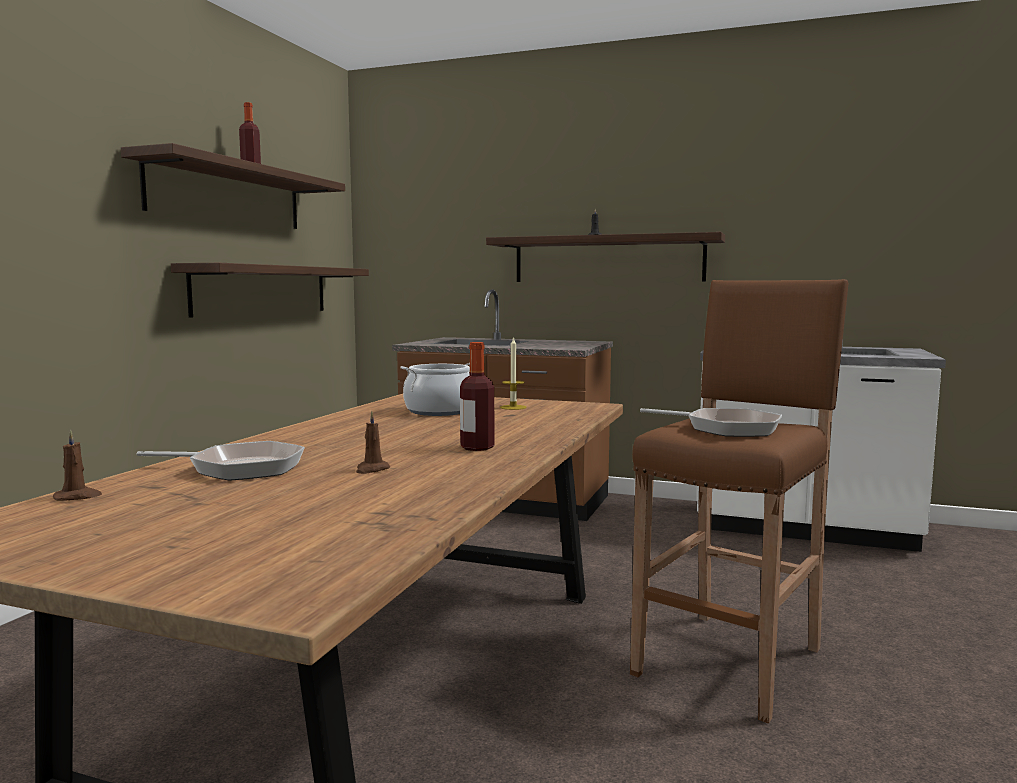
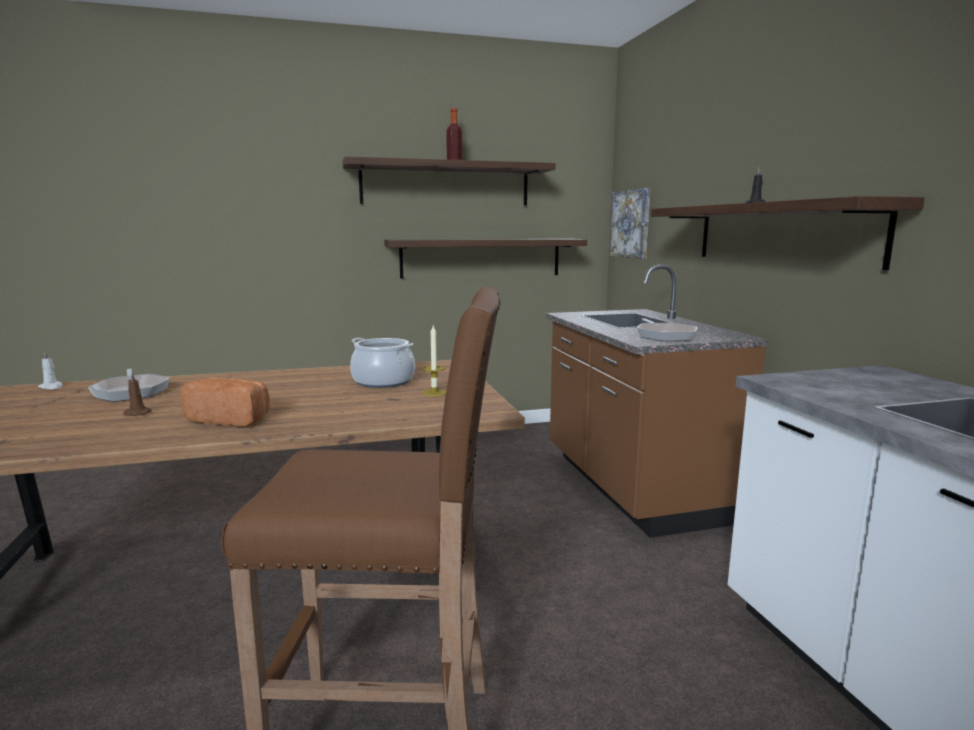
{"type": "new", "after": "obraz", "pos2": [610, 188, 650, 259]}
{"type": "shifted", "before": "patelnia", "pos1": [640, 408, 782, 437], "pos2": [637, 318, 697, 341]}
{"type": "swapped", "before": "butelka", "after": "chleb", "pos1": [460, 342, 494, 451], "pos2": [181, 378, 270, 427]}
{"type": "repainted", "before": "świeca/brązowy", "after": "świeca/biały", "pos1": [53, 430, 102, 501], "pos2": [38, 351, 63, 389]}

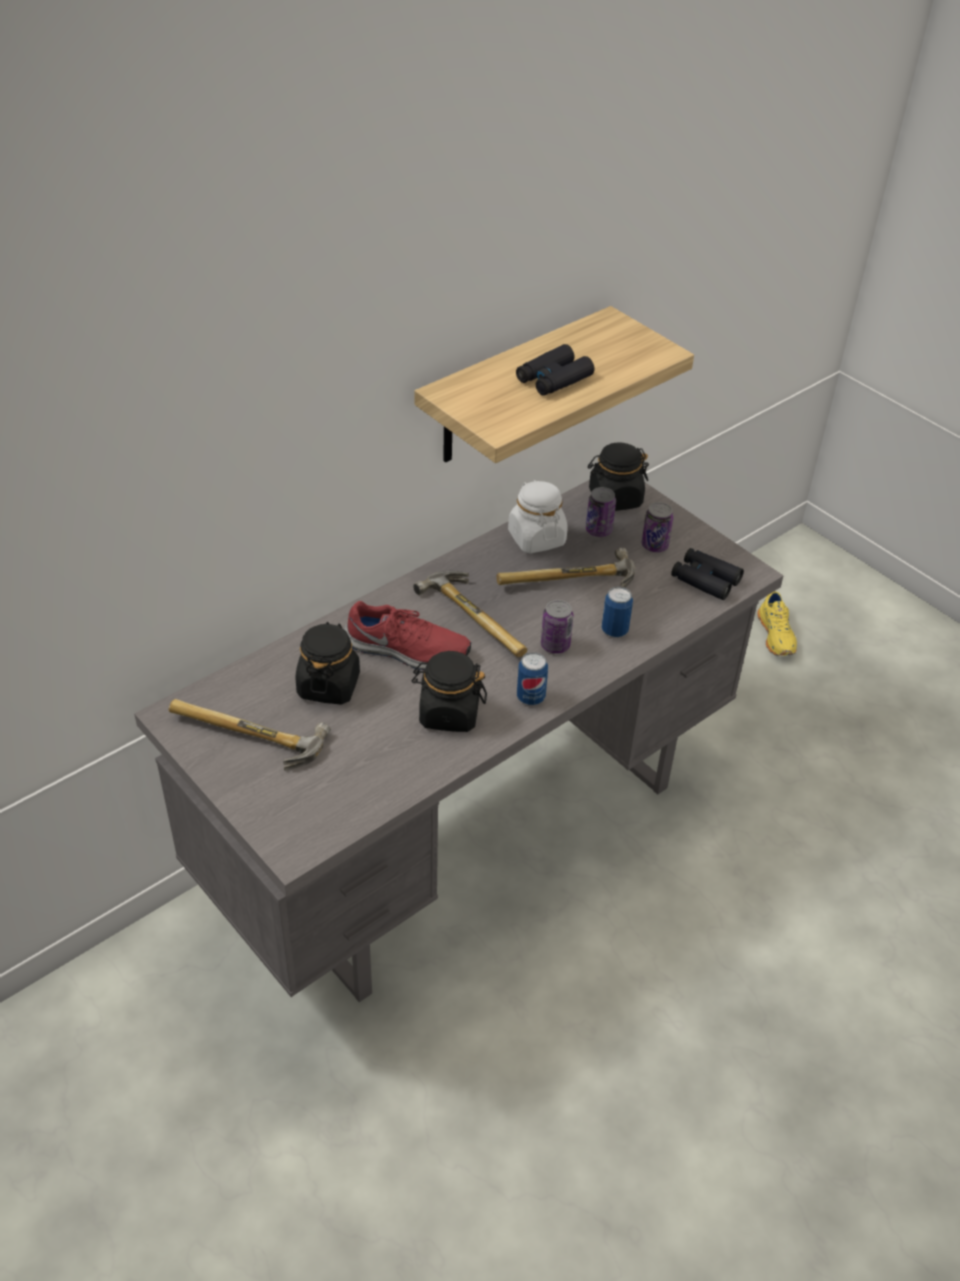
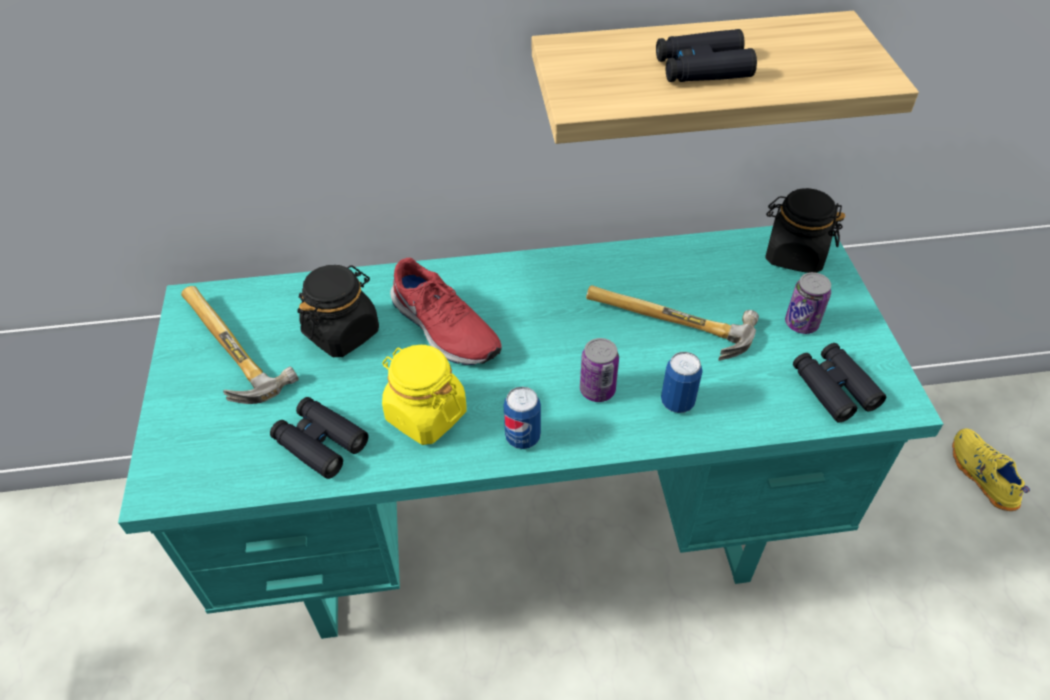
{"type": "gone", "before": "młotek", "pos1": [413, 571, 527, 657]}
{"type": "gone", "before": "słoik/biały", "pos1": [508, 480, 568, 554]}
{"type": "gone", "before": "puszka", "pos1": [586, 487, 616, 537]}
{"type": "new", "after": "lornetka/czarny", "pos2": [270, 397, 368, 479]}
{"type": "repainted", "before": "biurko/szary", "after": "biurko/turkusowy", "pos1": [134, 480, 784, 1002], "pos2": [118, 226, 943, 639]}
{"type": "repainted", "before": "słoik/czarny", "after": "słoik/żółty", "pos1": [412, 651, 487, 732], "pos2": [382, 345, 467, 445]}
{"type": "rotated", "before": "but/żółty", "pos1": [757, 591, 797, 656], "pos2": [952, 428, 1030, 511], "turn": 135}

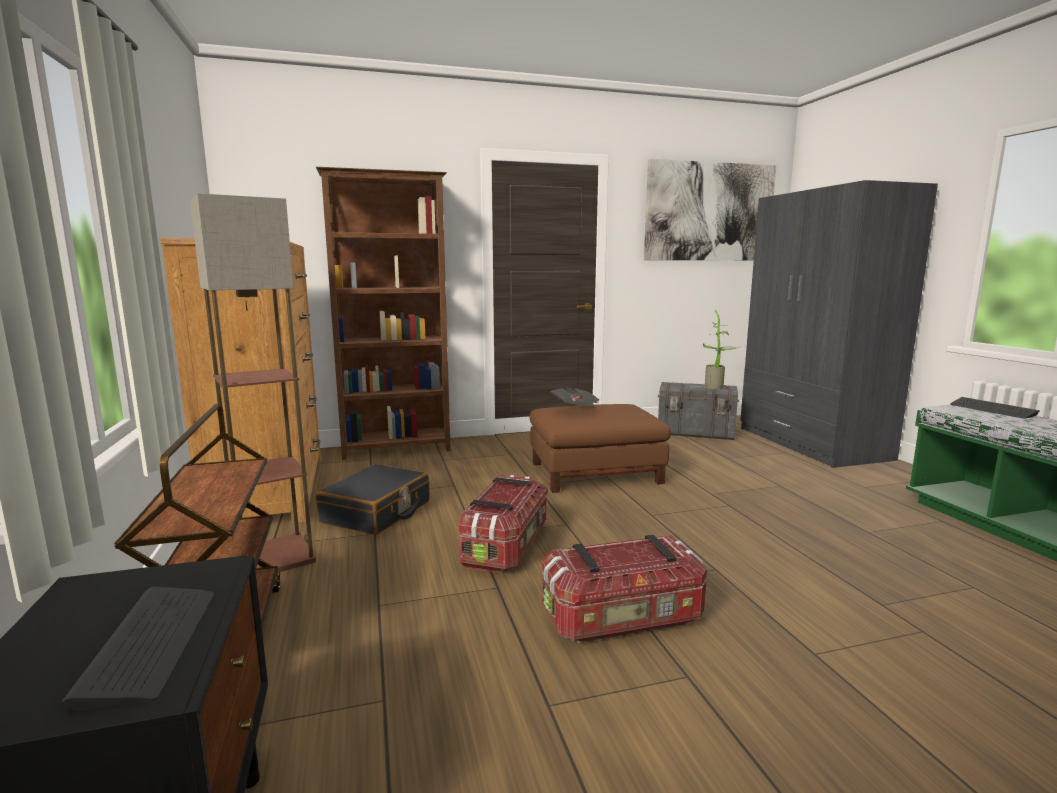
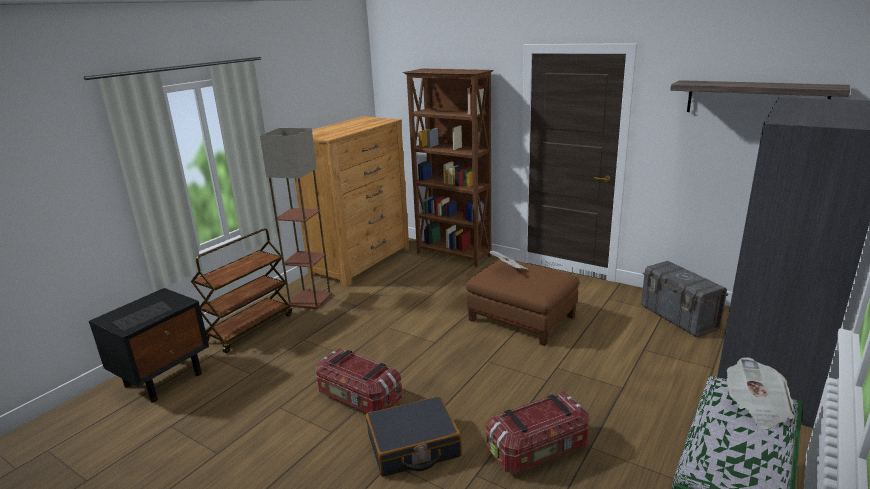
{"type": "gone", "before": "roślina doniczkowa", "pos1": [703, 310, 739, 390]}
{"type": "shifted", "before": "walizka/czarny", "pos1": [315, 464, 430, 535], "pos2": [366, 396, 462, 477]}
{"type": "shifted", "before": "pojemnik do przechowywania", "pos1": [459, 475, 548, 573], "pos2": [486, 392, 589, 474]}
{"type": "swapped", "before": "obraz", "after": "półka", "pos1": [644, 159, 776, 260], "pos2": [670, 80, 850, 112]}
{"type": "swapped", "before": "klawiatura", "after": "gazeta", "pos1": [950, 397, 1040, 419], "pos2": [727, 357, 794, 429]}

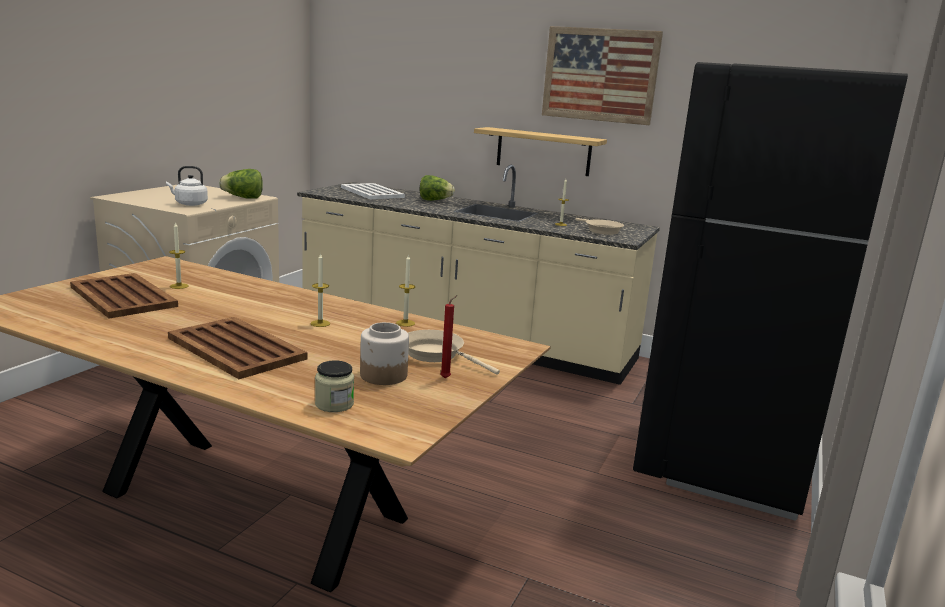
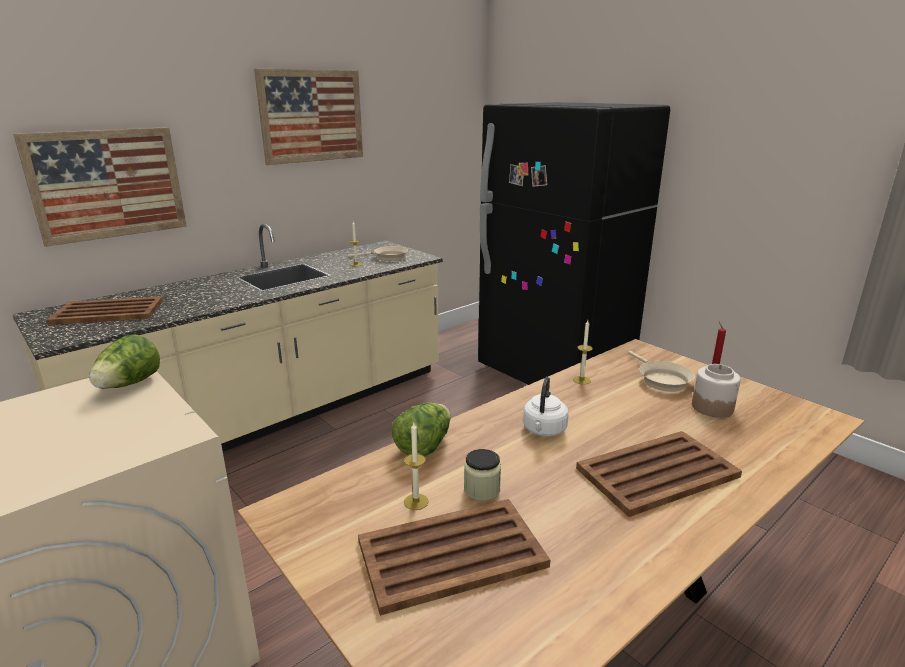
{"type": "gone", "before": "świeca", "pos1": [310, 253, 330, 327]}
{"type": "gone", "before": "półka", "pos1": [474, 127, 607, 176]}
{"type": "new", "after": "obraz", "pos2": [13, 127, 187, 247]}
{"type": "shifted", "before": "czajnik/biały", "pos1": [166, 166, 208, 206], "pos2": [523, 377, 569, 437]}
{"type": "shifted", "before": "słoik", "pos1": [315, 361, 354, 412], "pos2": [464, 449, 501, 501]}
{"type": "shifted", "before": "sałata", "pos1": [420, 175, 455, 201], "pos2": [392, 403, 451, 456]}
{"type": "repainted", "before": "taca/biały", "after": "taca/brązowy", "pos1": [341, 183, 405, 199], "pos2": [46, 296, 163, 325]}
{"type": "rotated", "before": "patelnia/beżowy", "pos1": [408, 330, 500, 375], "pos2": [628, 351, 695, 392], "turn": -75}

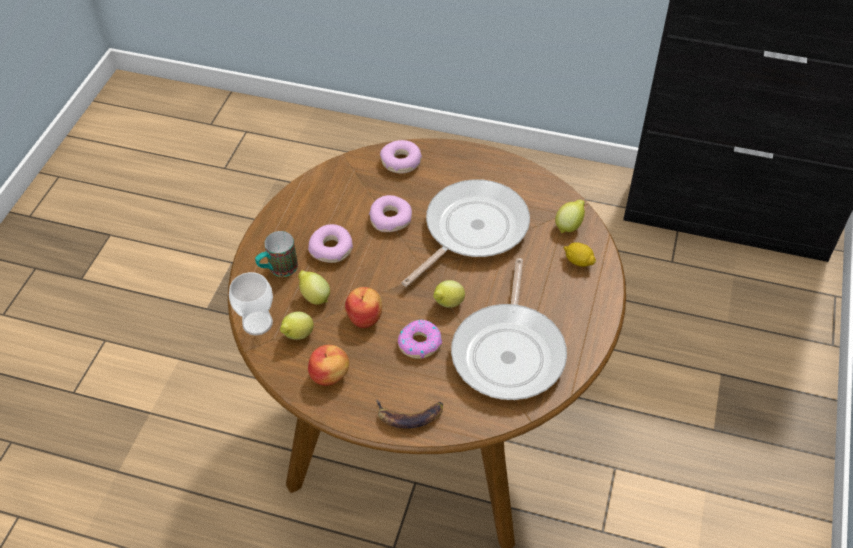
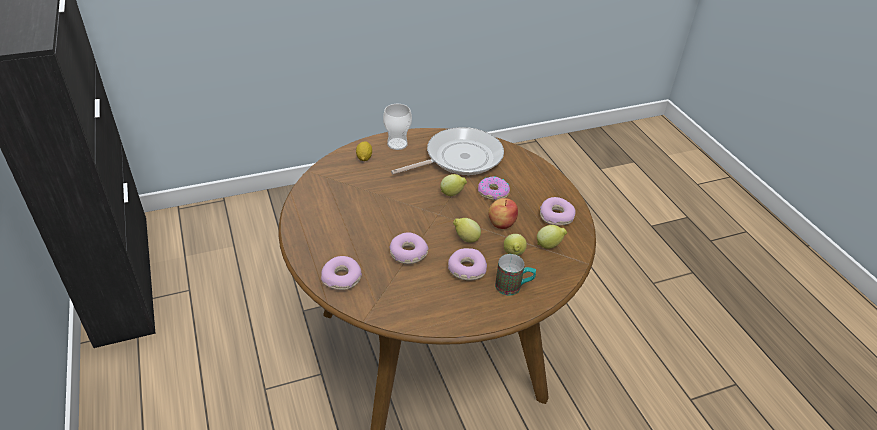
{"type": "gone", "before": "banan", "pos1": [376, 399, 443, 429]}
{"type": "gone", "before": "patelnia", "pos1": [402, 179, 530, 287]}
{"type": "shifted", "before": "filiżanka", "pos1": [229, 272, 273, 335], "pos2": [383, 104, 412, 150]}
{"type": "shifted", "before": "cytryna", "pos1": [555, 200, 585, 233], "pos2": [453, 218, 481, 243]}
{"type": "swapped", "before": "jabłko", "after": "donut", "pos1": [308, 345, 349, 386], "pos2": [540, 197, 576, 226]}

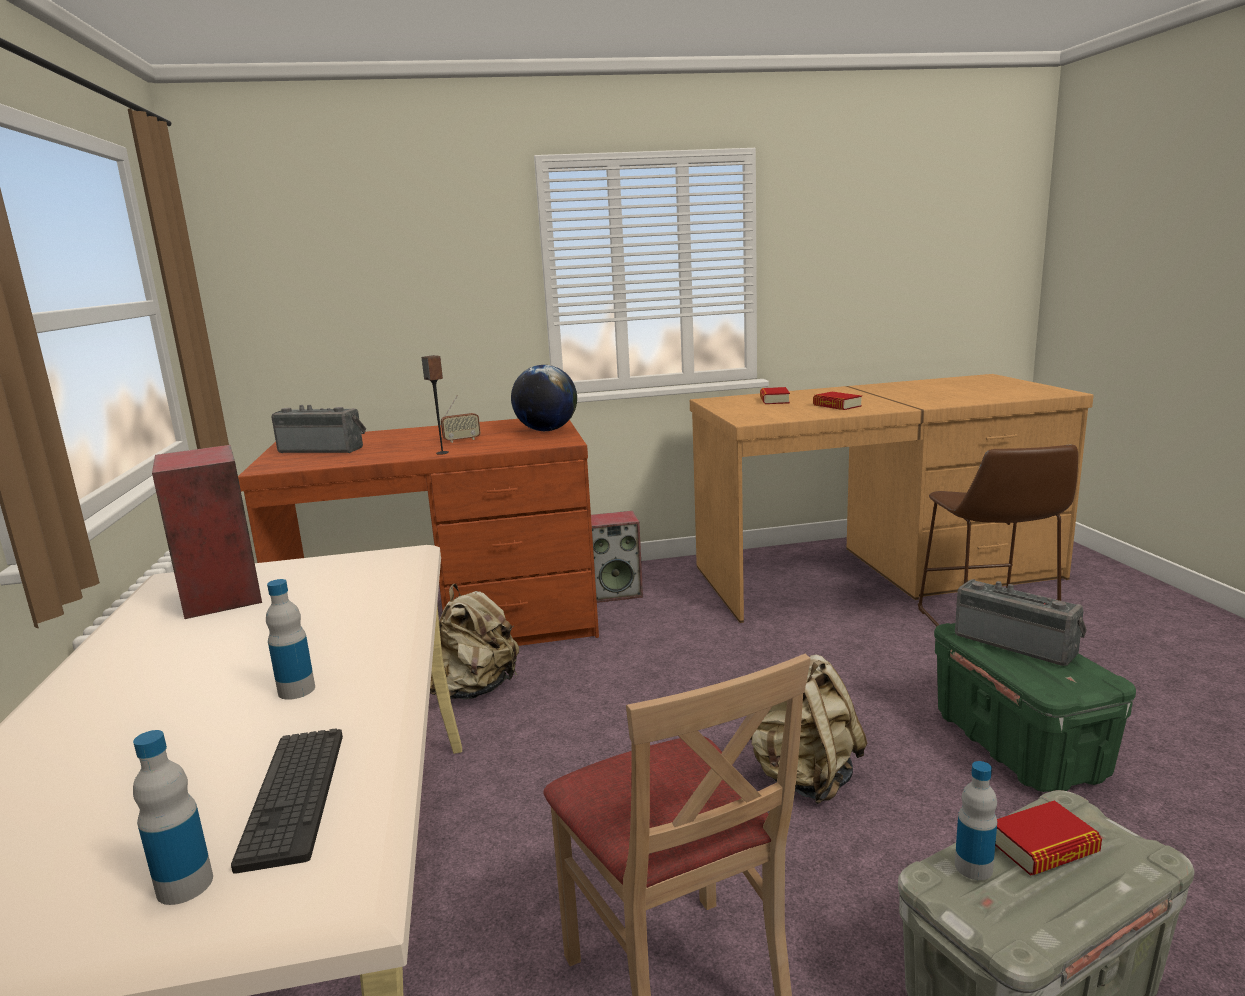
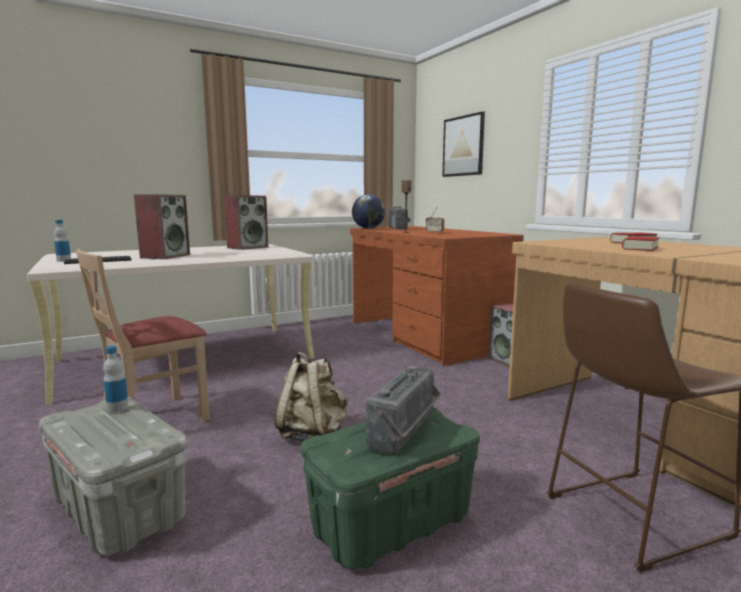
{"type": "gone", "before": "plecak/beżowy", "pos1": [430, 584, 519, 700]}
{"type": "gone", "before": "książka", "pos1": [995, 800, 1102, 876]}
{"type": "new", "after": "obraz", "pos2": [442, 111, 485, 177]}
{"type": "shifted", "before": "globus", "pos1": [511, 365, 577, 431], "pos2": [352, 195, 385, 229]}
{"type": "swapped", "before": "butelka", "after": "głośnik", "pos1": [266, 579, 315, 700], "pos2": [134, 195, 190, 259]}

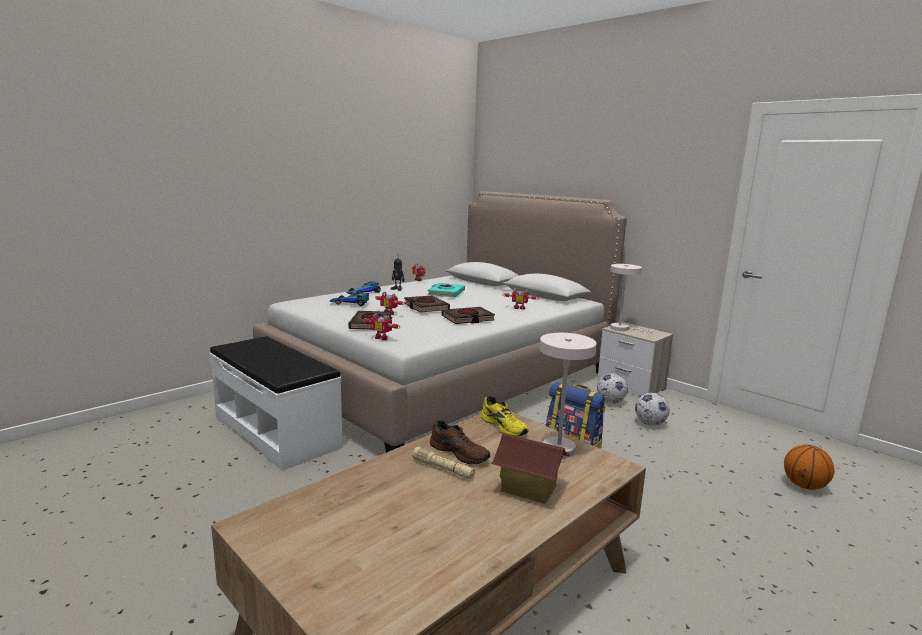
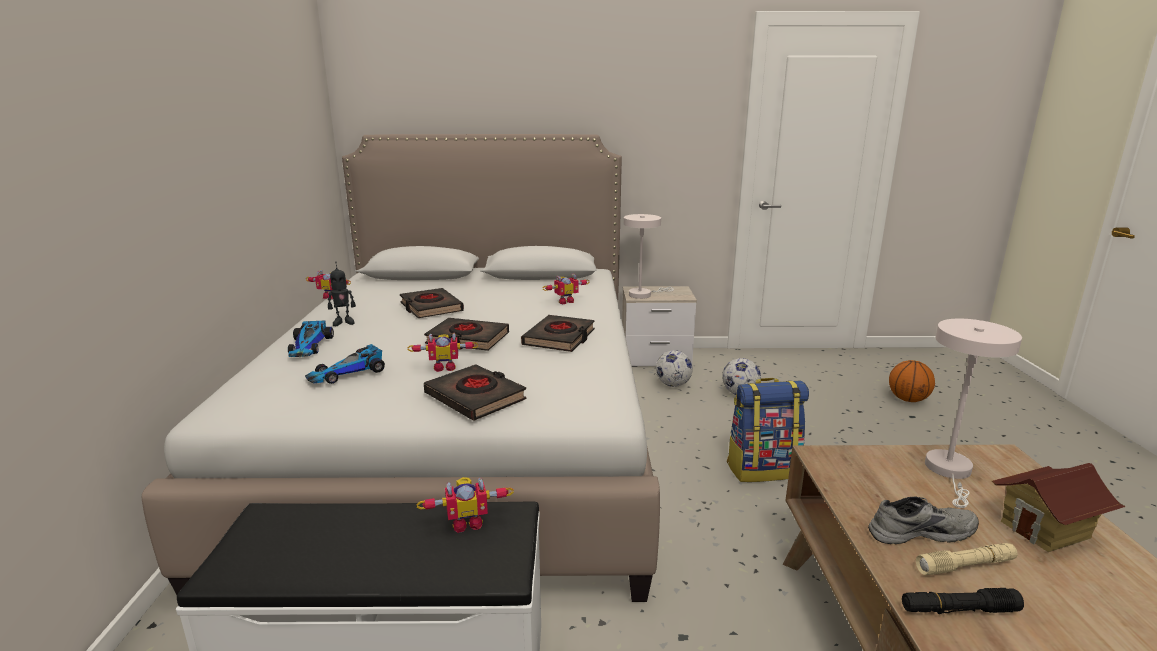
{"type": "gone", "before": "but/żółty", "pos1": [481, 396, 529, 437]}
{"type": "new", "after": "latarka/czarny", "pos2": [902, 588, 1024, 614]}
{"type": "shifted", "before": "robot zabawkowy", "pos1": [363, 313, 400, 340], "pos2": [416, 477, 514, 533]}
{"type": "repainted", "before": "książka/turkusowy", "after": "książka/czarny", "pos1": [427, 283, 465, 298], "pos2": [400, 288, 464, 318]}
{"type": "repainted", "before": "but/brązowy", "after": "but/szary", "pos1": [430, 420, 490, 465], "pos2": [868, 496, 979, 544]}

